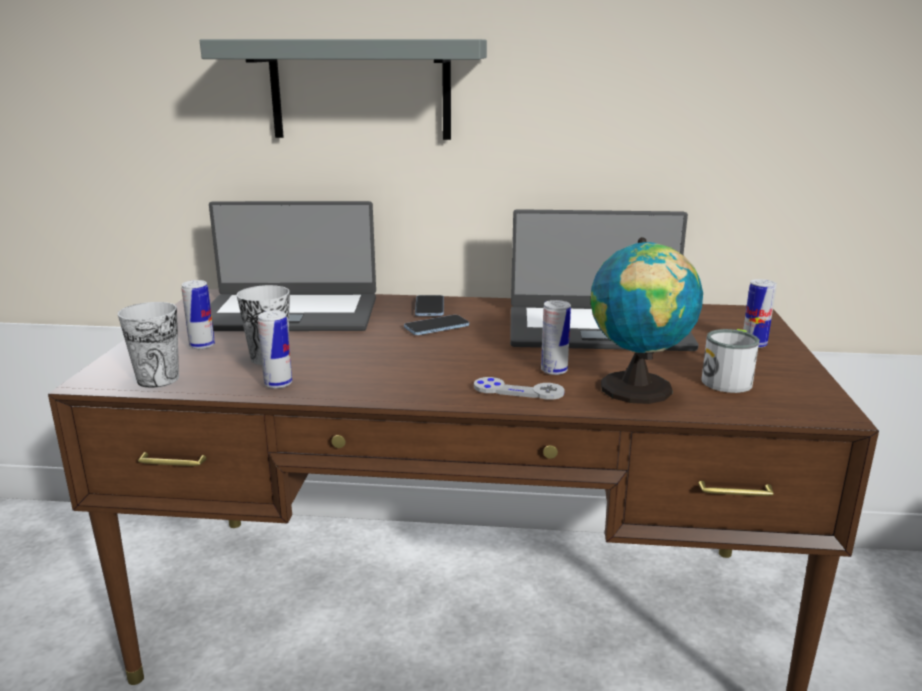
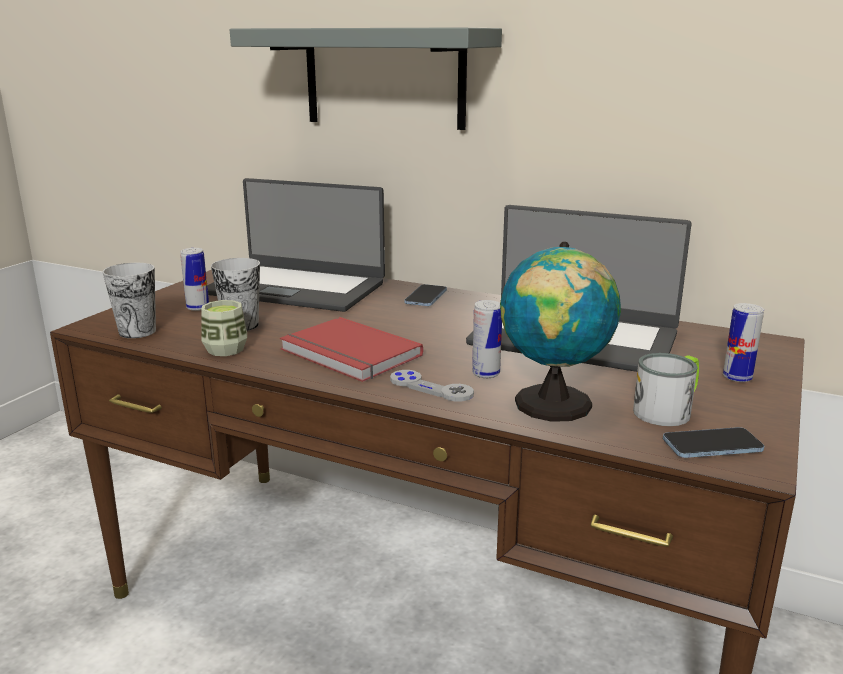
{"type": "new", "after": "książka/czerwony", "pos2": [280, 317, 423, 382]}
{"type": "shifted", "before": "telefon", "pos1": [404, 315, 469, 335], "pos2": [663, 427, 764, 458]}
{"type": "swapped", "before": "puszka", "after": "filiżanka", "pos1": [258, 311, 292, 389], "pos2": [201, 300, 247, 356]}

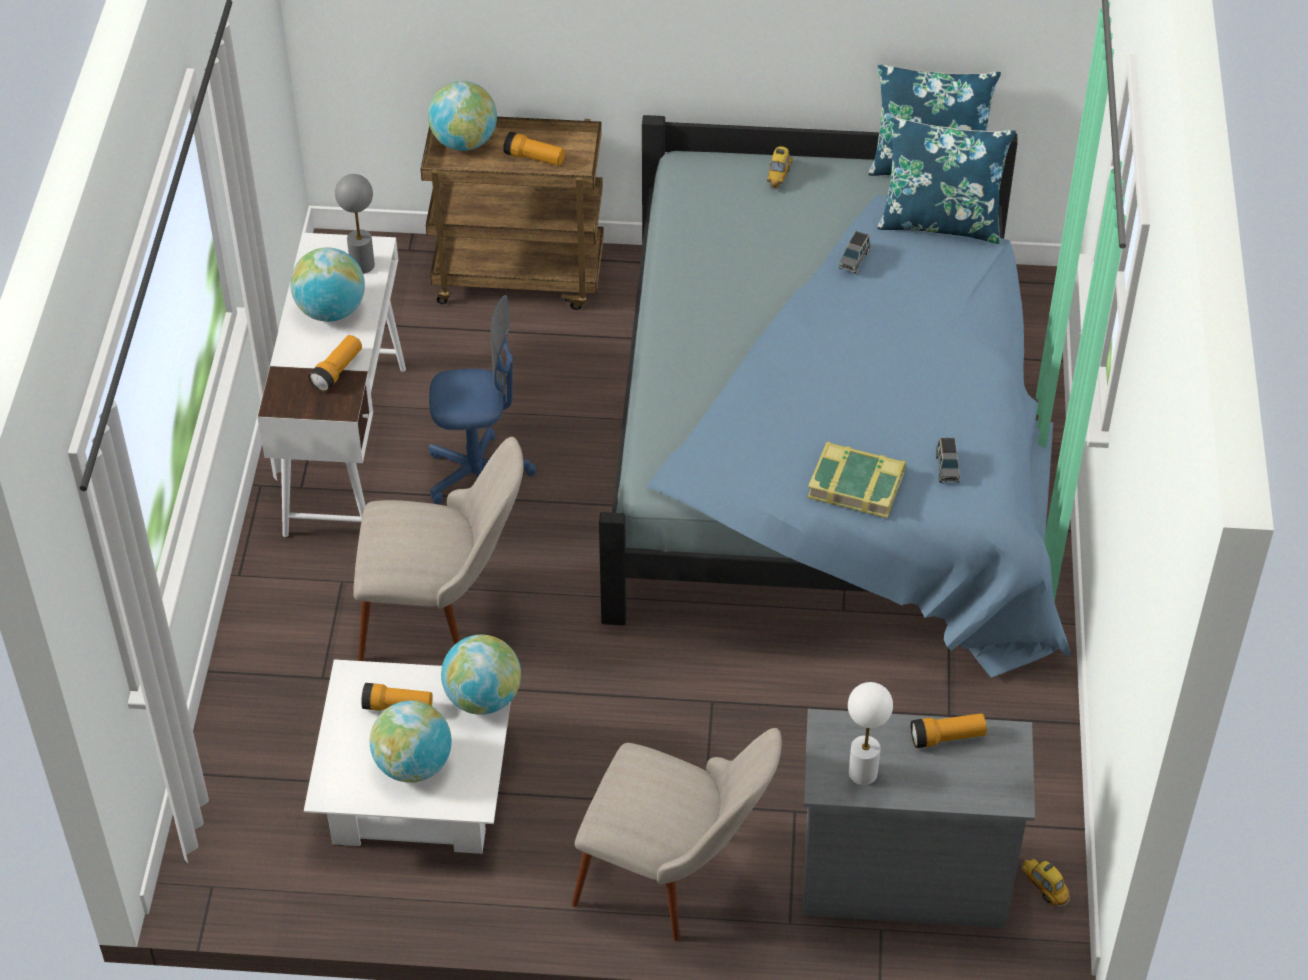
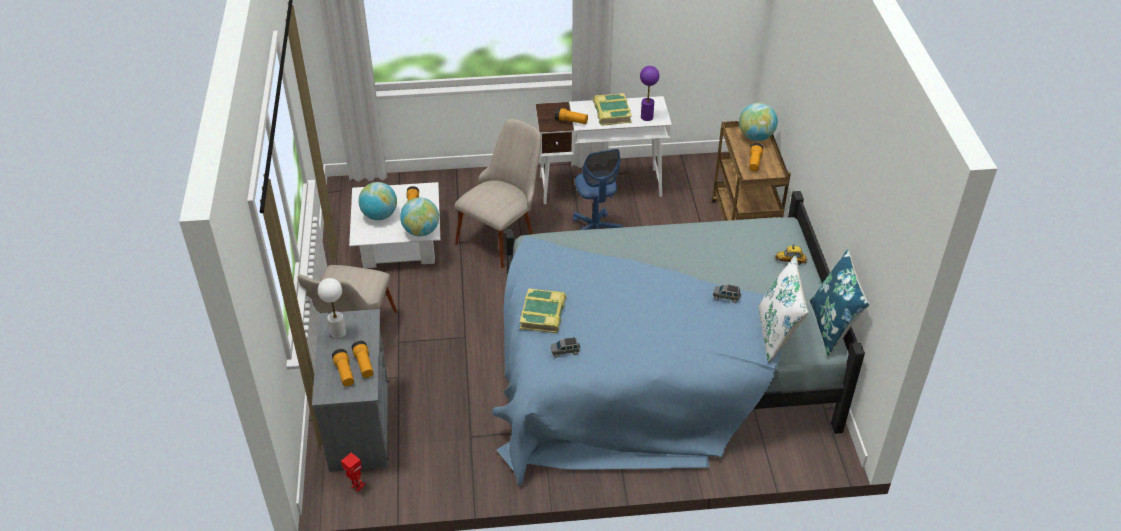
{"type": "new", "after": "latarka", "pos2": [332, 349, 354, 387]}
{"type": "swapped", "before": "globus", "after": "książka", "pos1": [290, 247, 365, 322], "pos2": [593, 93, 632, 126]}
{"type": "swapped", "before": "samochodzik", "after": "robot zabawkowy", "pos1": [1021, 858, 1071, 909], "pos2": [341, 453, 365, 492]}
{"type": "repainted", "before": "lampa stołowa/szary", "after": "lampa stołowa/fioletowy", "pos1": [335, 174, 375, 274], "pos2": [640, 66, 659, 121]}
{"type": "repainted", "before": "poduszka/niebieski", "after": "poduszka/biały", "pos1": [877, 116, 1016, 244], "pos2": [758, 255, 809, 363]}
{"type": "rotated", "before": "krzesło/beżowy", "pos1": [353, 437, 524, 661], "pos2": [454, 119, 541, 268], "turn": -135}

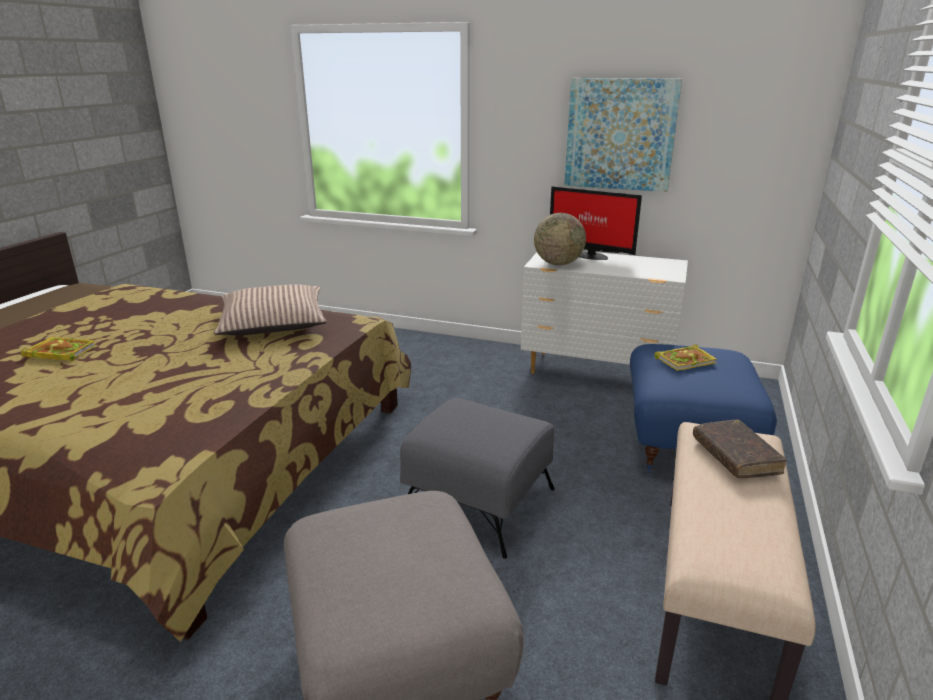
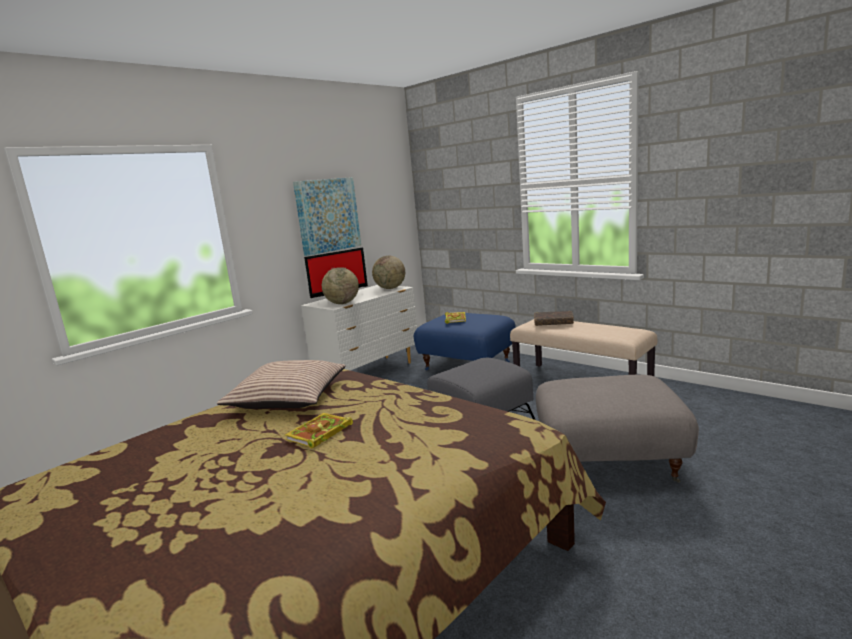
{"type": "new", "after": "globus", "pos2": [372, 255, 405, 289]}
{"type": "shifted", "before": "książka", "pos1": [21, 337, 97, 361], "pos2": [285, 413, 353, 448]}

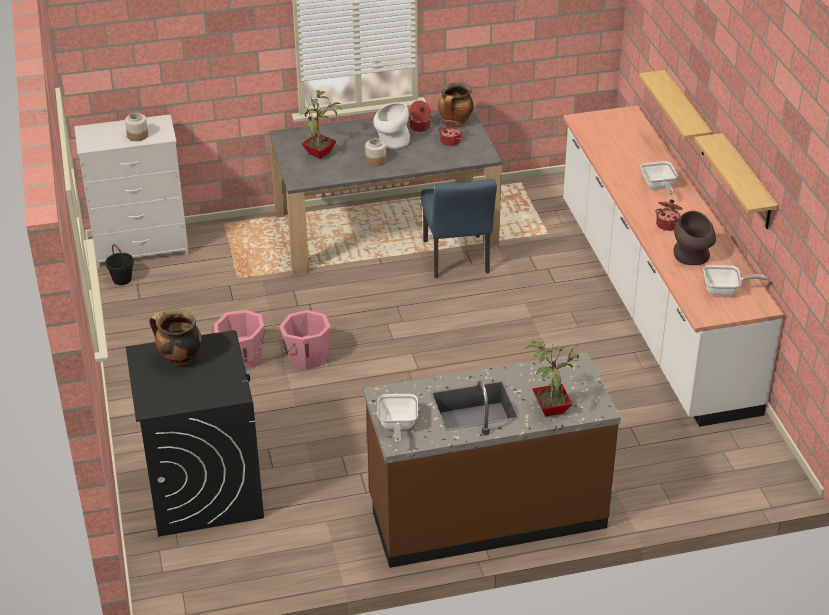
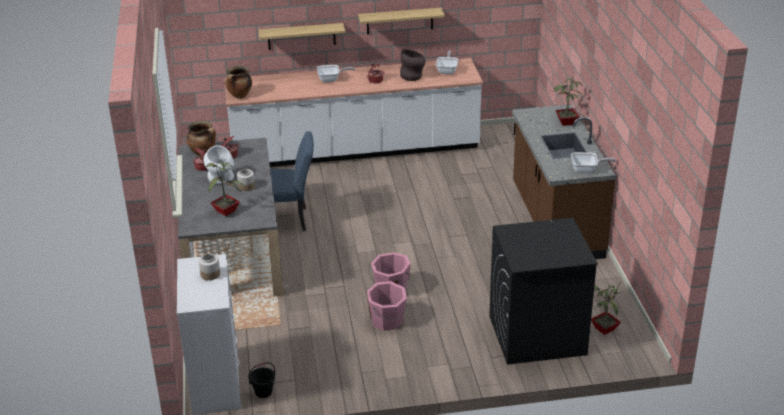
{"type": "new", "after": "roślina doniczkowa", "pos2": [591, 281, 622, 335]}
{"type": "shifted", "before": "garnek", "pos1": [149, 309, 202, 365], "pos2": [225, 66, 252, 98]}

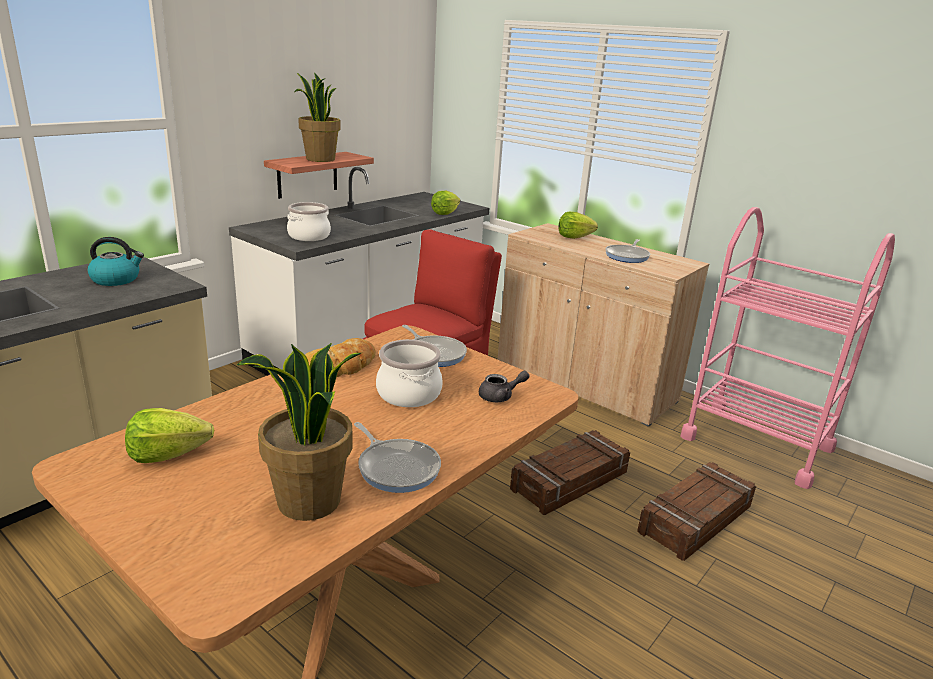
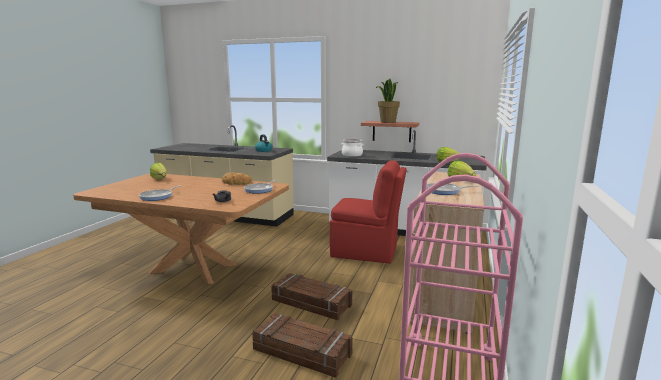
{"type": "gone", "before": "roślina doniczkowa", "pos1": [237, 343, 361, 521]}
{"type": "gone", "before": "garnek", "pos1": [376, 339, 443, 407]}

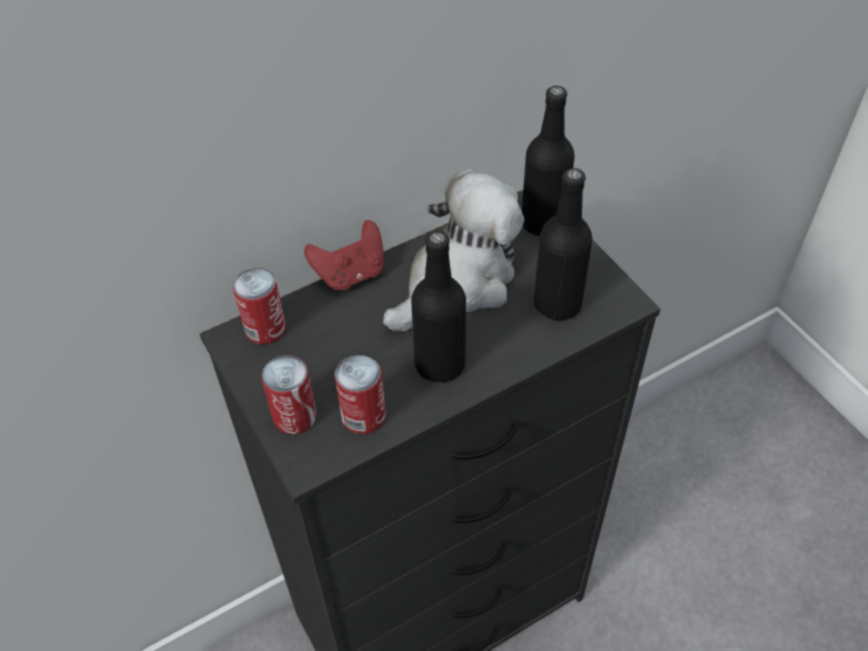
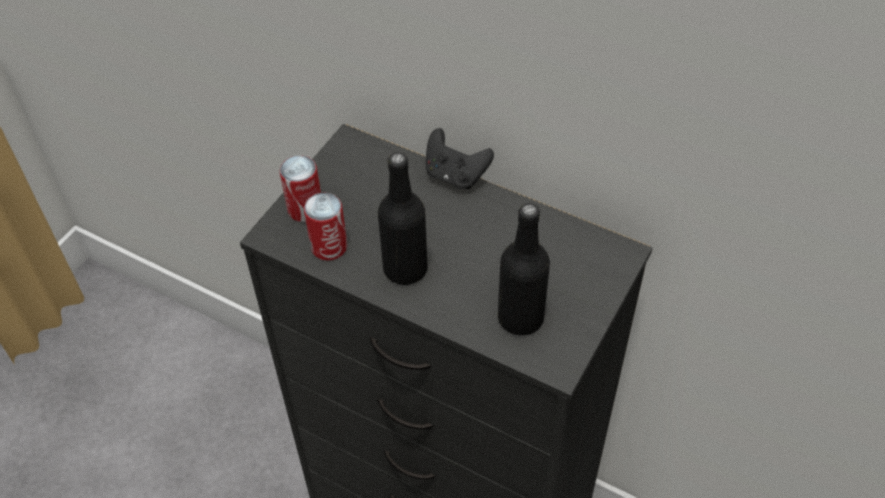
{"type": "gone", "before": "puszka", "pos1": [233, 268, 286, 344]}
{"type": "gone", "before": "pluszak", "pos1": [383, 169, 524, 331]}
{"type": "gone", "before": "butelka/czarny", "pos1": [522, 86, 575, 236]}
{"type": "repainted", "before": "pad do gier/czerwony", "after": "pad do gier/czarny", "pos1": [304, 220, 384, 290], "pos2": [426, 128, 494, 189]}

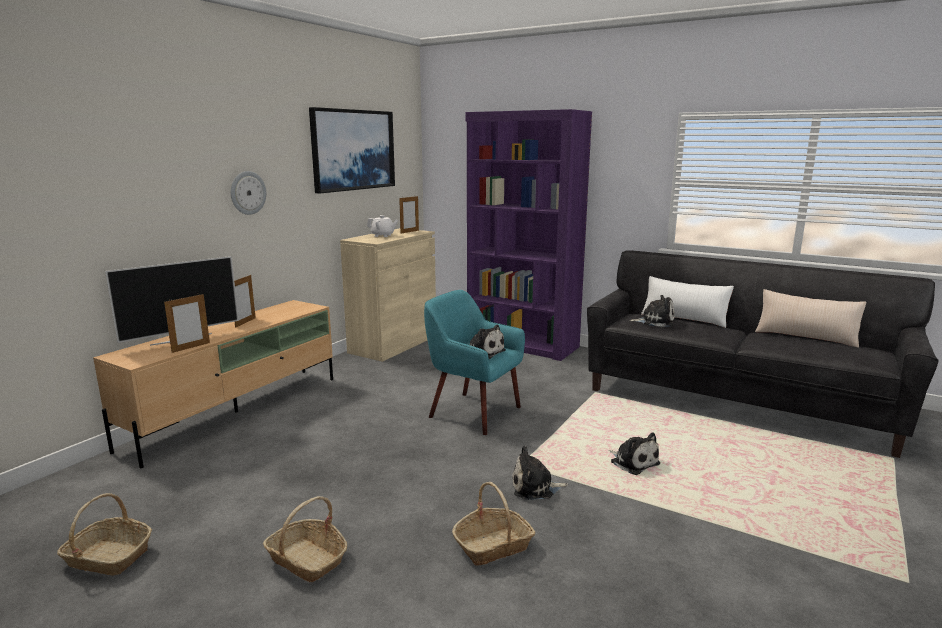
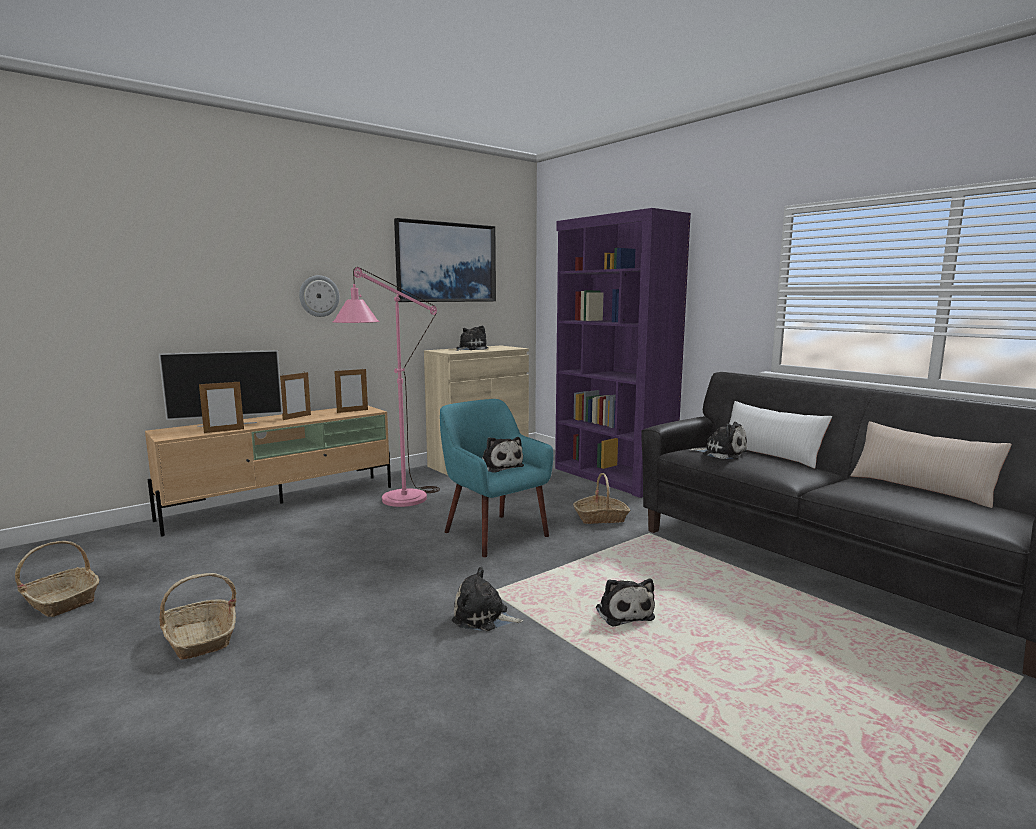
{"type": "new", "after": "lampa stojąca/różowy", "pos2": [332, 267, 440, 507]}
{"type": "shifted", "before": "ramka na zdjęcie", "pos1": [399, 196, 419, 234], "pos2": [334, 368, 368, 413]}
{"type": "shifted", "before": "koszyk", "pos1": [452, 482, 535, 566], "pos2": [573, 473, 631, 524]}
{"type": "swapped", "before": "imbryk/biały", "after": "pluszak", "pos1": [367, 215, 398, 237], "pos2": [456, 326, 488, 351]}

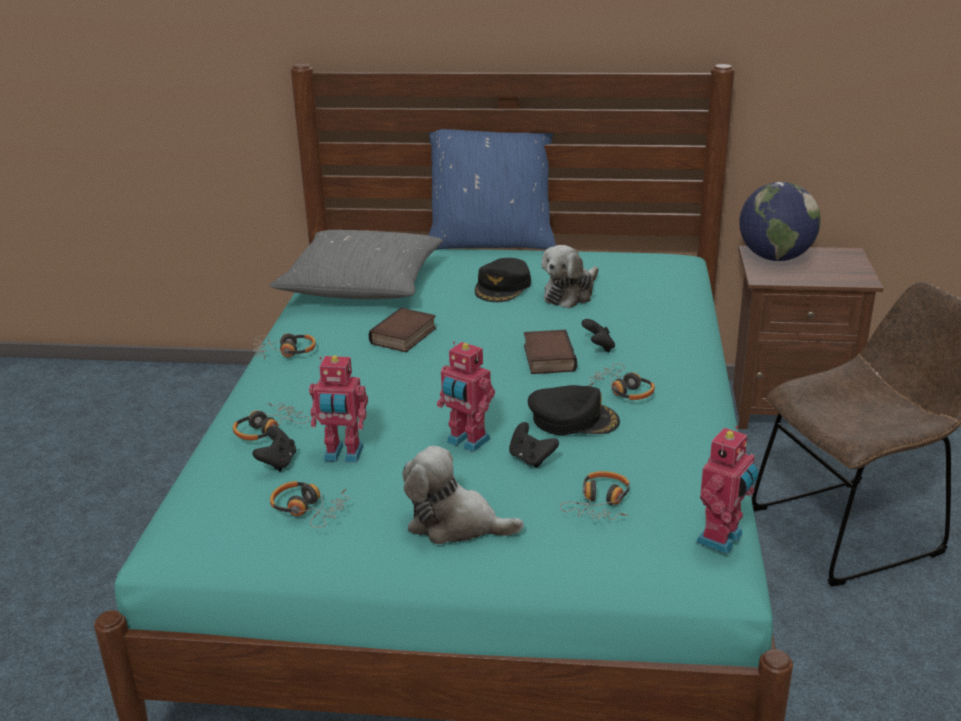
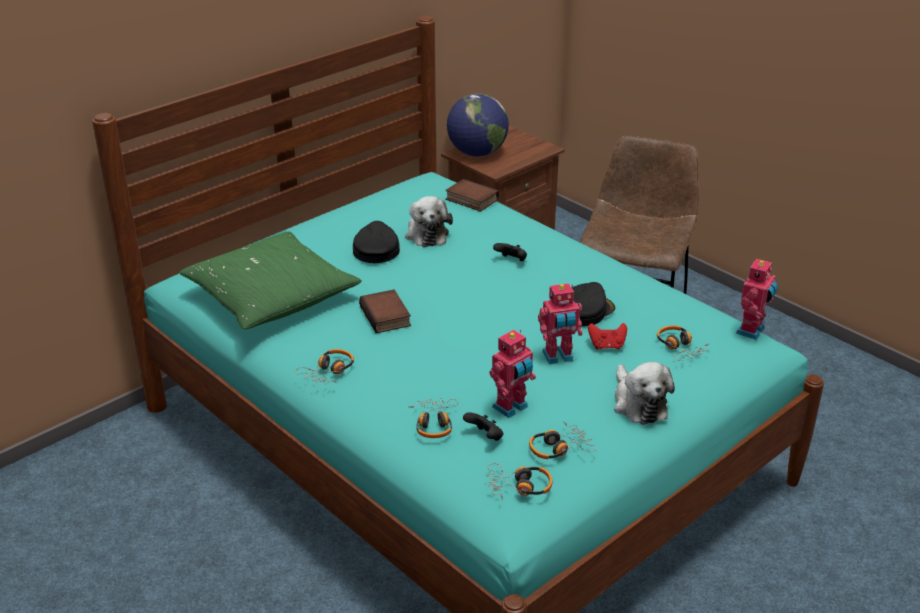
{"type": "gone", "before": "poduszka/niebieski", "pos1": [428, 129, 556, 250]}
{"type": "shifted", "before": "książka", "pos1": [524, 330, 577, 374], "pos2": [446, 179, 499, 212]}
{"type": "shifted", "before": "słuchawki", "pos1": [589, 363, 655, 400], "pos2": [486, 463, 552, 501]}
{"type": "repainted", "before": "poduszka/szary", "after": "poduszka/zielony", "pos1": [269, 230, 443, 299], "pos2": [179, 232, 362, 329]}
{"type": "repainted", "before": "pad do gier/czarny", "after": "pad do gier/czerwony", "pos1": [509, 422, 559, 468], "pos2": [588, 323, 627, 349]}
{"type": "rotated", "before": "pluszak", "pos1": [403, 446, 524, 544], "pos2": [614, 362, 675, 425], "turn": -75}
{"type": "rotated", "before": "czapka z daszkiem/czarny", "pos1": [475, 258, 531, 302], "pos2": [353, 221, 400, 263], "turn": -150}
{"type": "rotated", "before": "robot zabawkowy", "pos1": [696, 426, 758, 554], "pos2": [736, 258, 778, 340], "turn": 45}

